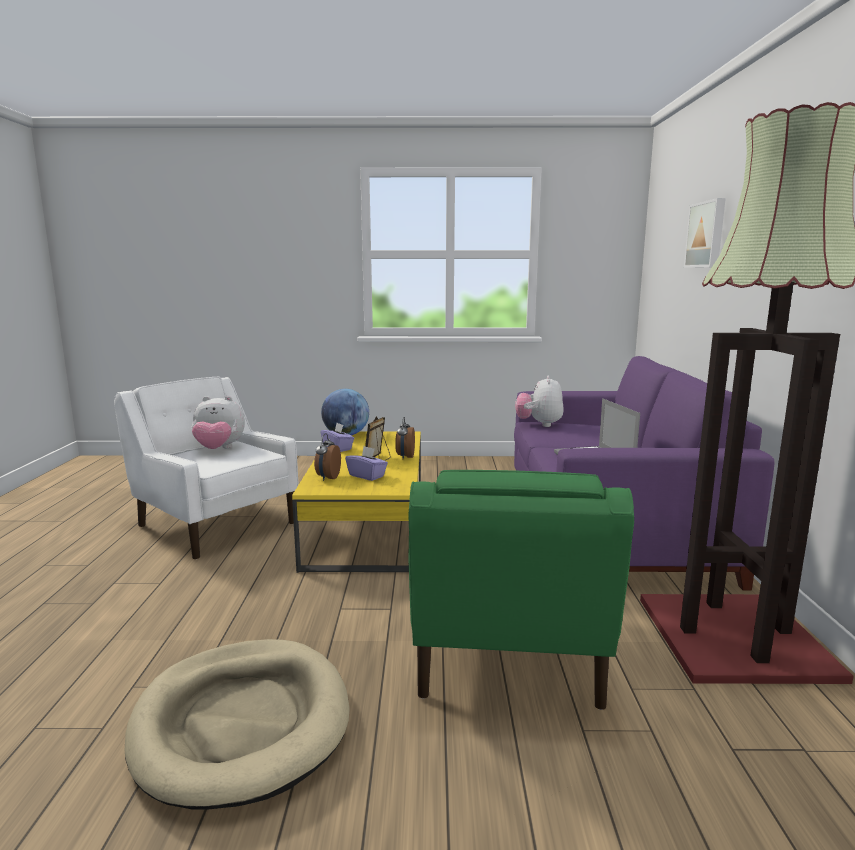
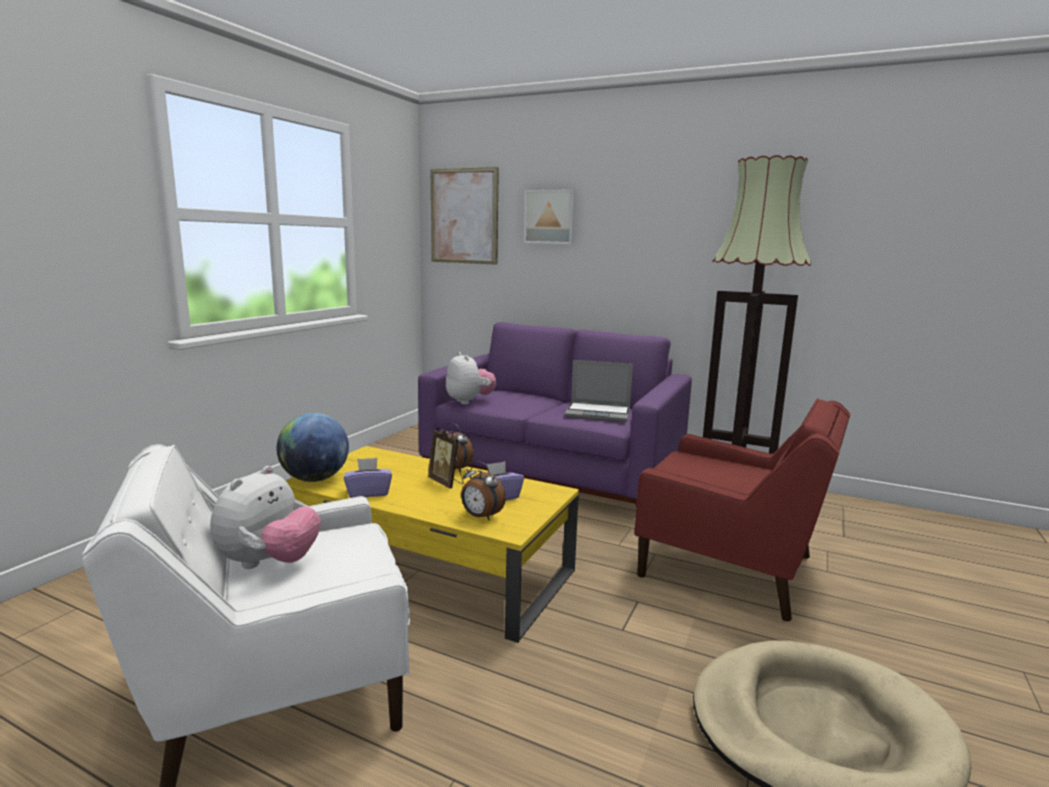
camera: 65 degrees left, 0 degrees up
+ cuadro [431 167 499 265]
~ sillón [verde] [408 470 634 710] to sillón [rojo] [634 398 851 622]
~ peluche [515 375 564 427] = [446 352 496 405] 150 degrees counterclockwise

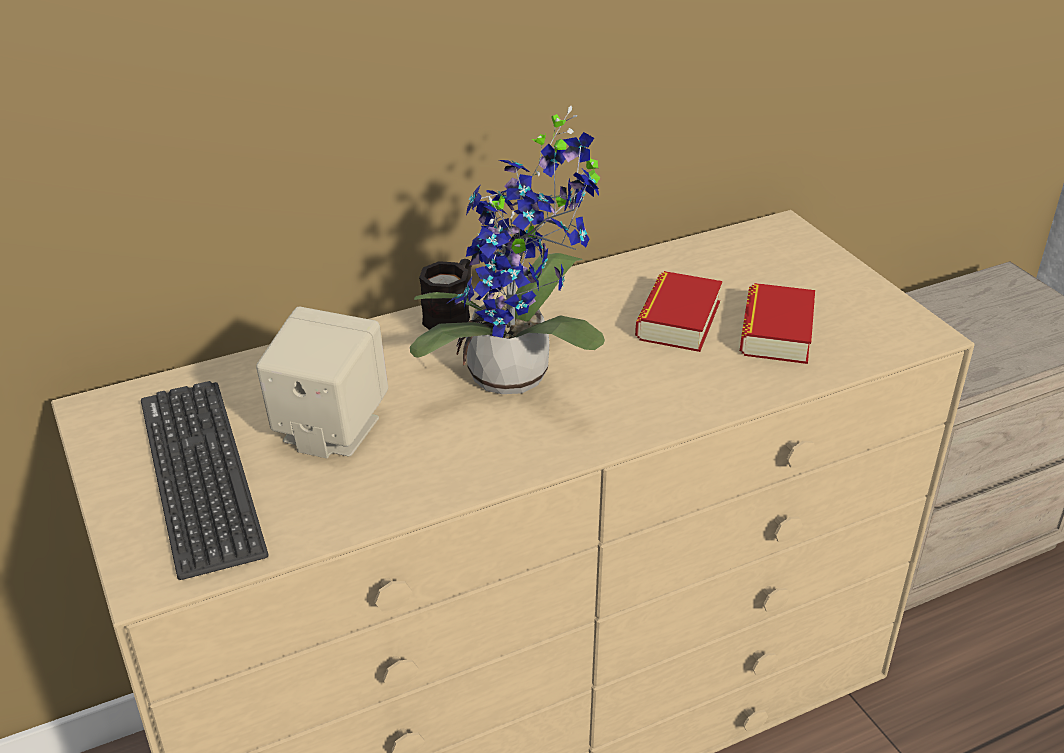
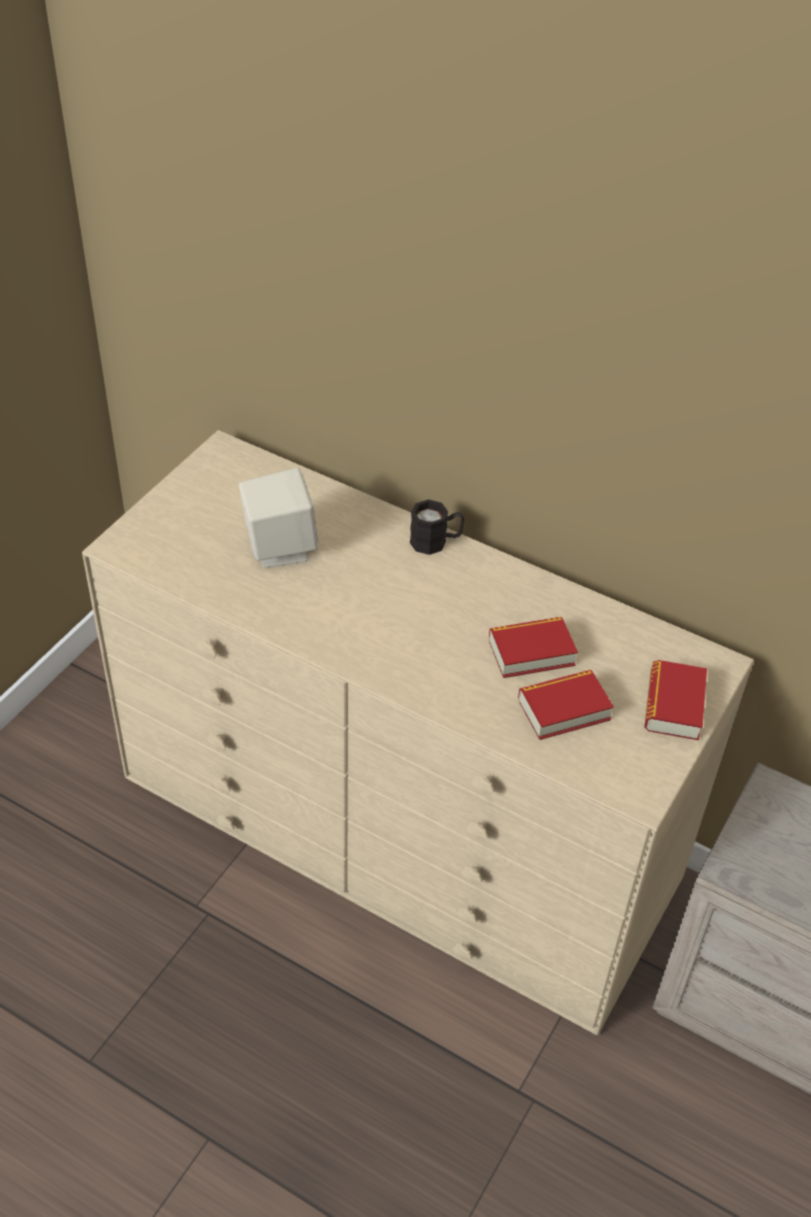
camera: 55 degrees right, 10 degrees up
- teclado [141 381 269 580]
- planta en maceta [410 106 605 394]
+ libro [644 660 707 740]

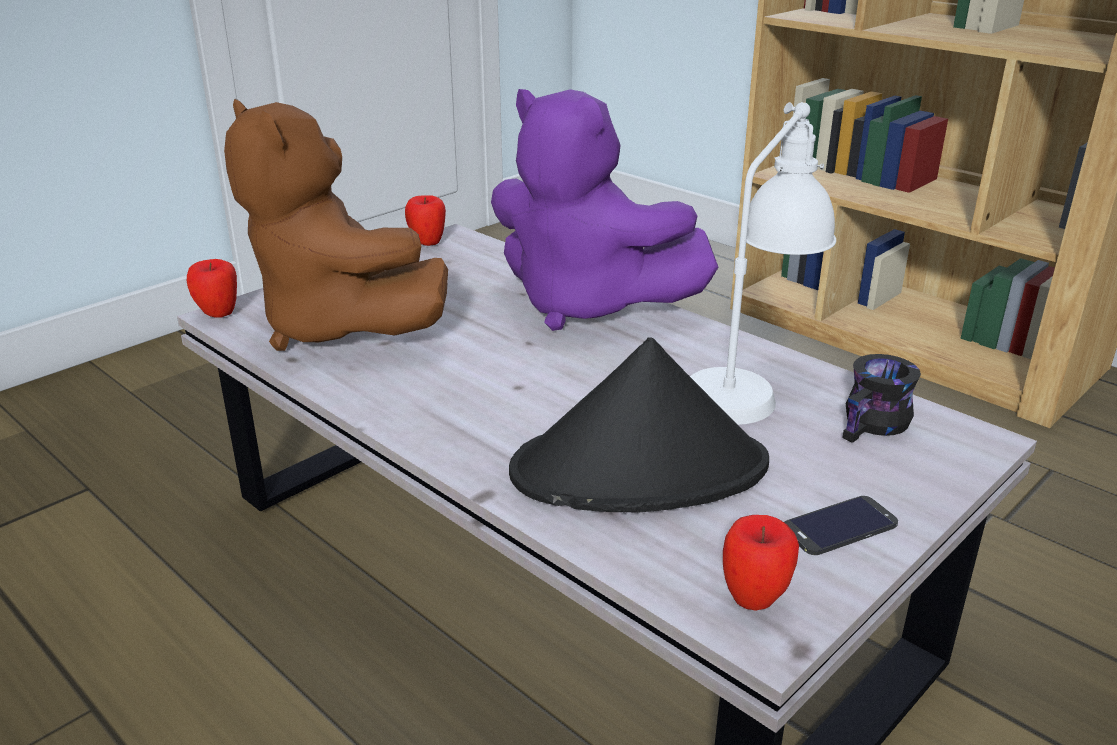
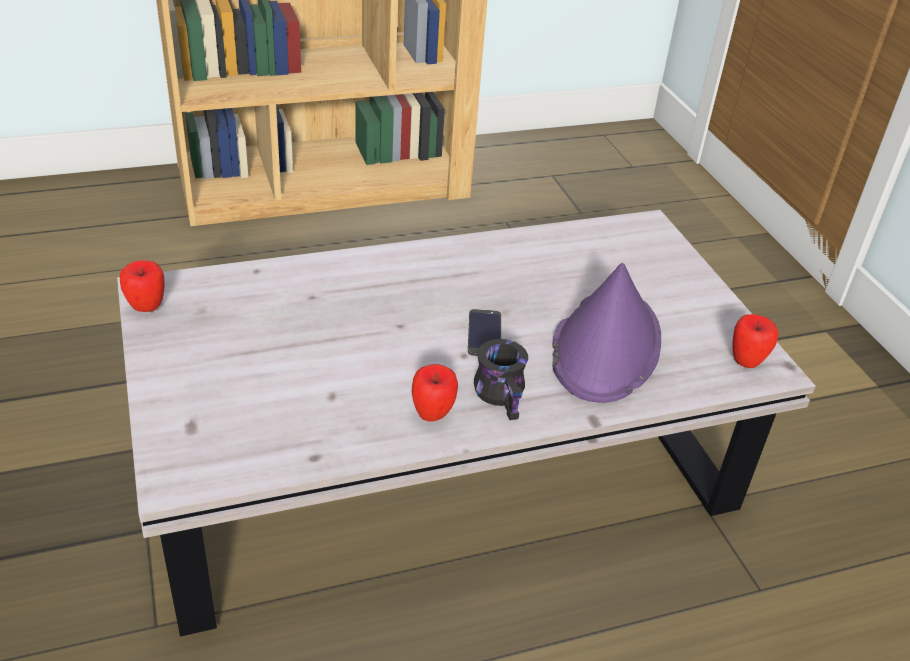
camera: 65 degrees left, 10 degrees up
- peluche [marrón] [224 99 448 351]
- peluche [morado] [491 89 718 331]
- lámpara de mesa [blanco] [690 102 836 425]
~ manzana [187 259 237 318] to [412 364 458 422]
~ móvil [784 496 898 555] to [468 309 501 356]
~ taza grande [negro] [842 354 921 443] to [474 339 528 420]
~ sombrero [negro] [509 337 769 513] to sombrero [morado] [552 263 661 403]

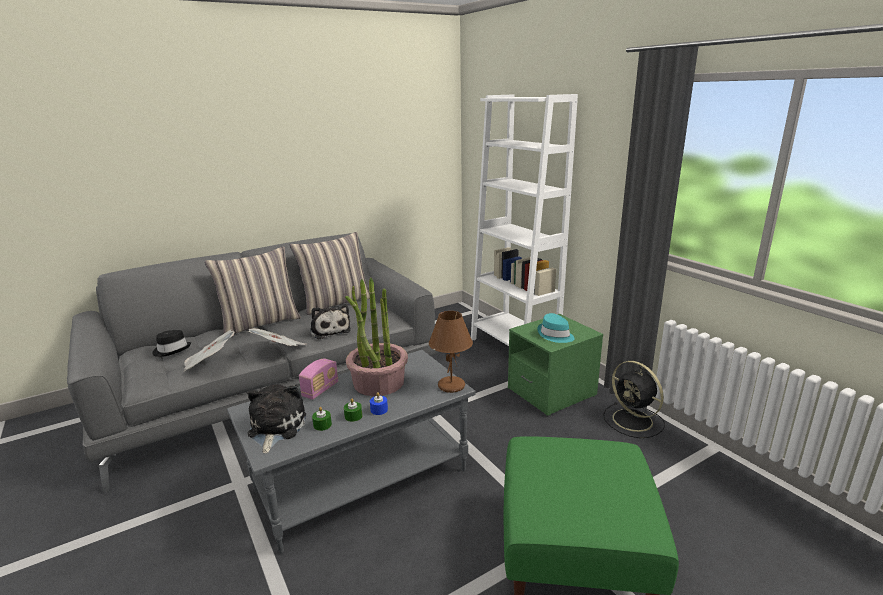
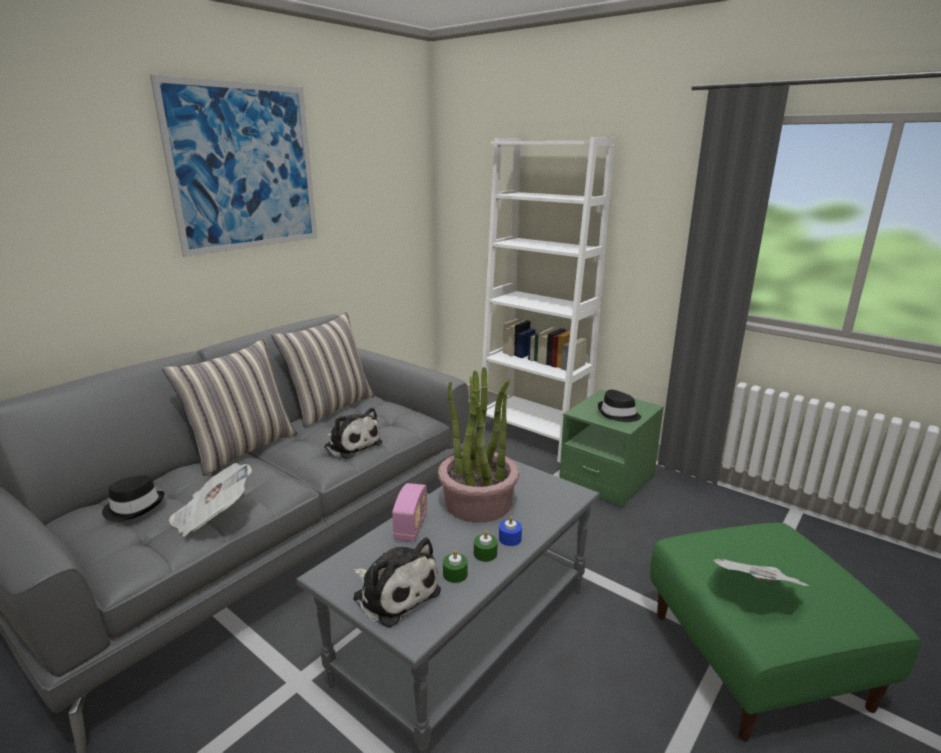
camera: 20 degrees left, 0 degrees up
- lámpara de mesa [marrón] [429 311 473 393]
- ventilador [negro] [603 361 665 438]
+ cuadro [150 74 317 257]
~ periódico [247 328 305 346] to [713 559 810 586]
~ sombrero [turquesa] [537 313 575 343] to sombrero [negro] [598 390 641 422]
~ peluche [247 384 306 454] = [353 537 441 628] 150 degrees clockwise

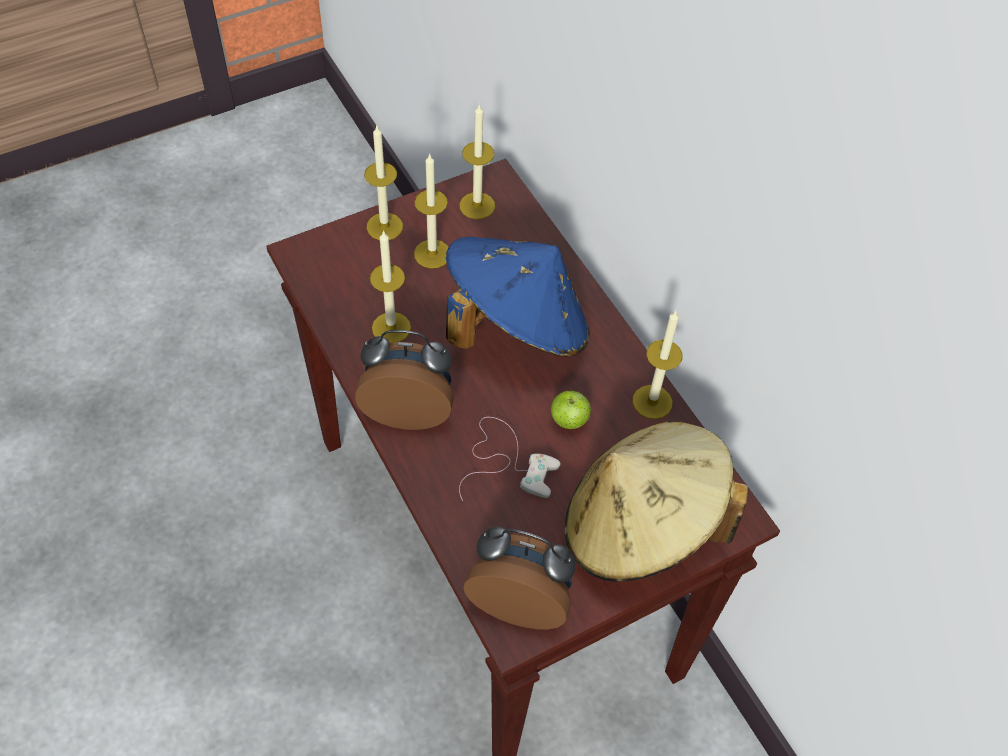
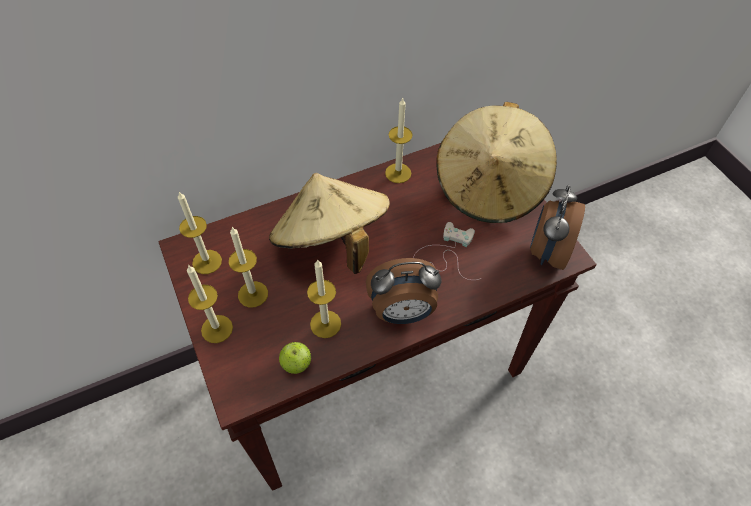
camera: 85 degrees left, 0 degrees up
~ manzana [551 391 591 429] to [279 342 311 374]
~ sombrero [azul] [446 237 590 357] to sombrero [beis] [269 173 390 274]
~ despertador [355 330 453 430] = [366 258 441 324] 105 degrees counterclockwise

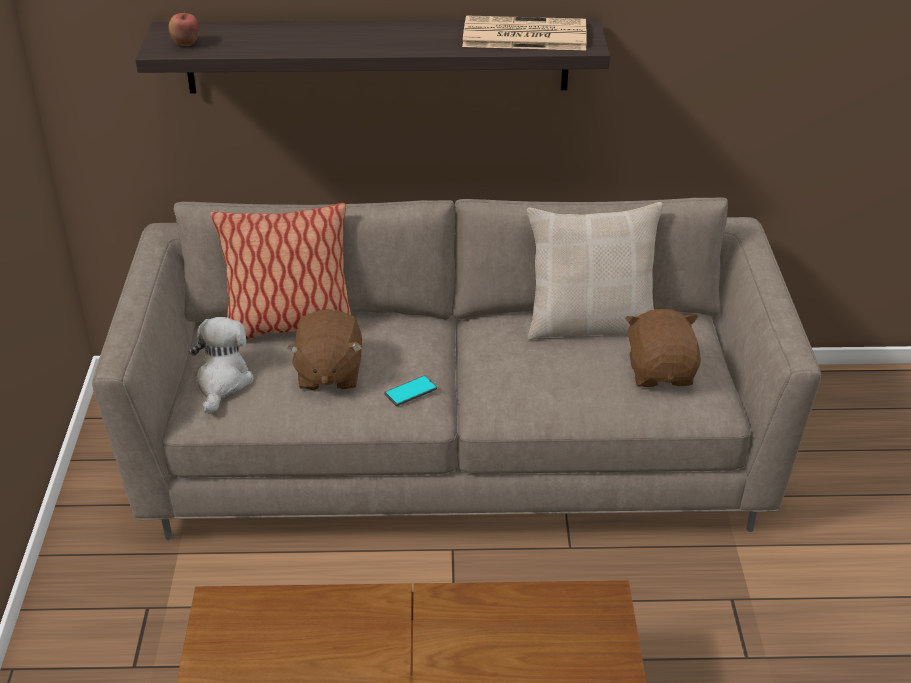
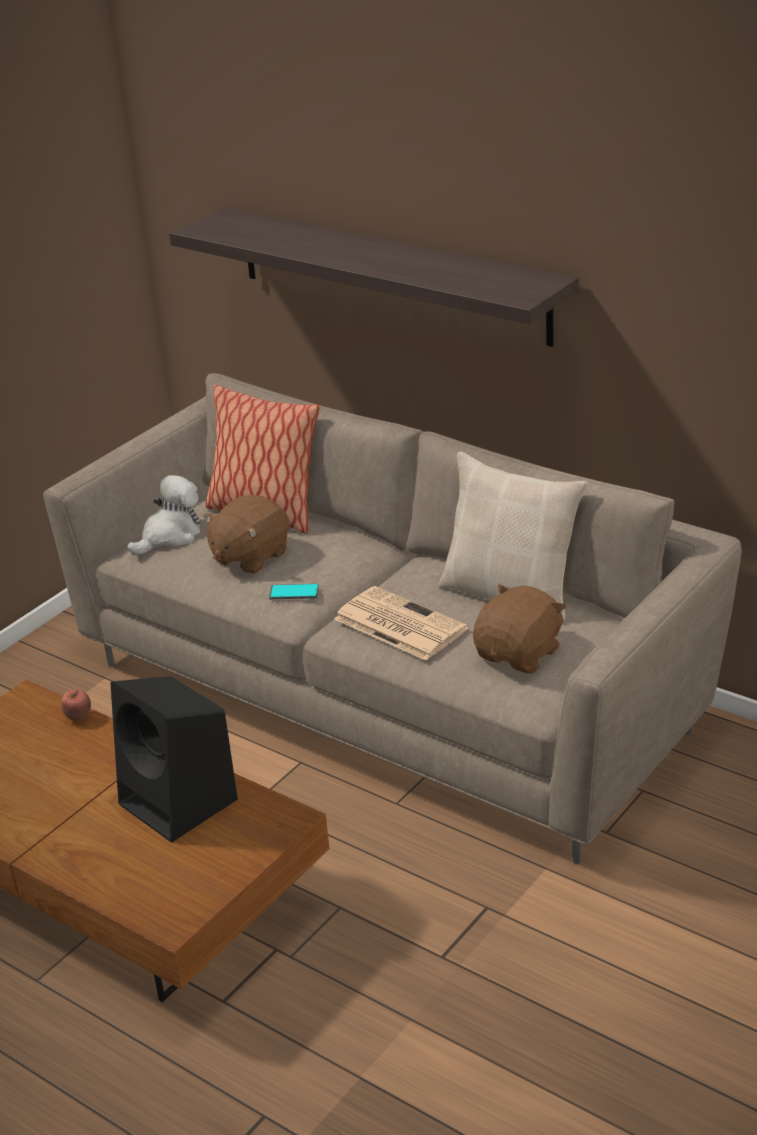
camera: 40 degrees right, 5 degrees down
+ altavoz [negro] [110 676 238 842]
~ manzana [168 11 199 46] to [61 689 91 721]
~ periódico [462 15 587 51] to [334 586 468 661]

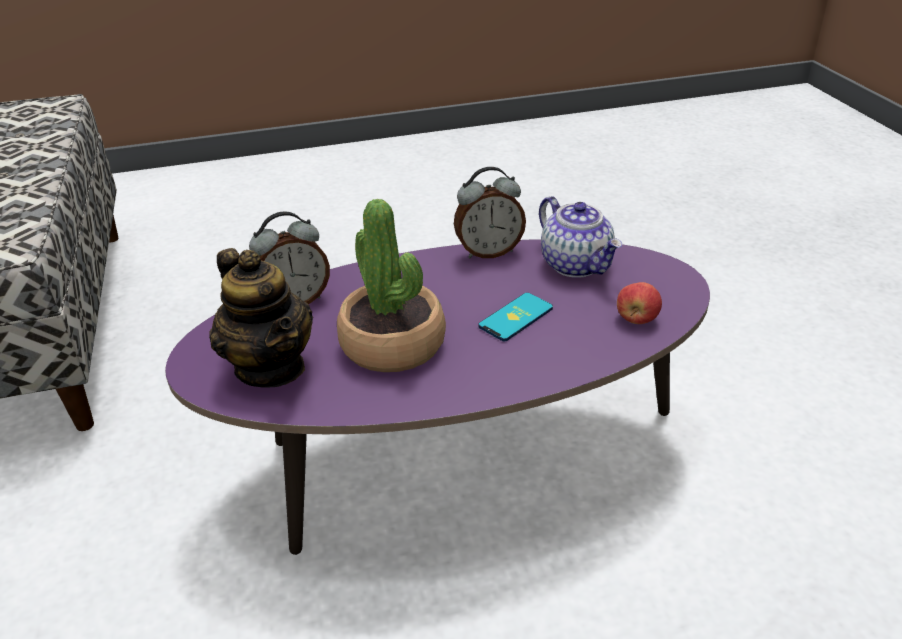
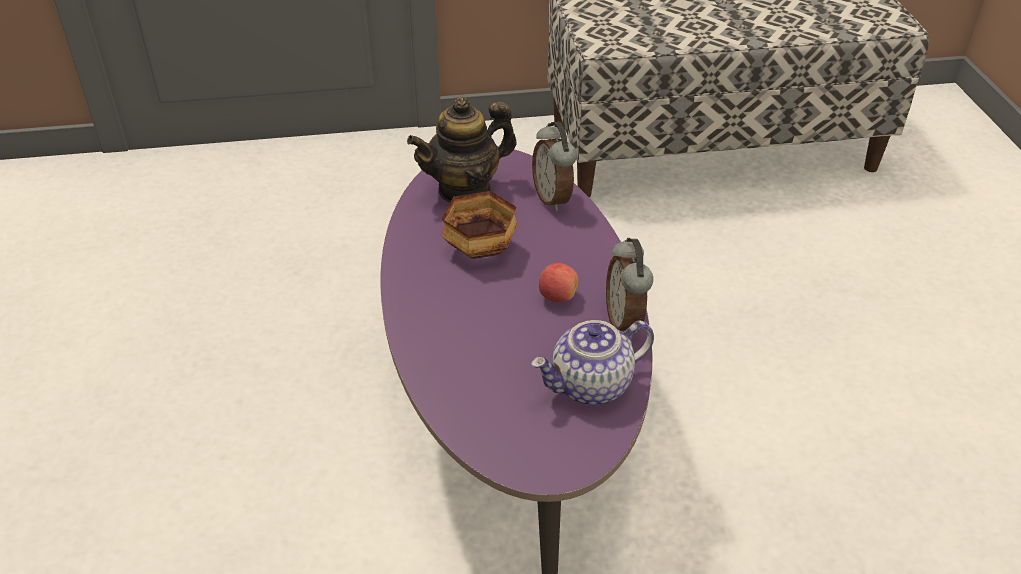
camera: 95 degrees right, 5 degrees up
- móvil [478 293 553 342]
~ manzana [617 282 662 324] to [539 263 579 302]
~ planta en maceta [337 199 446 372] to cuenco [442 191 518 259]

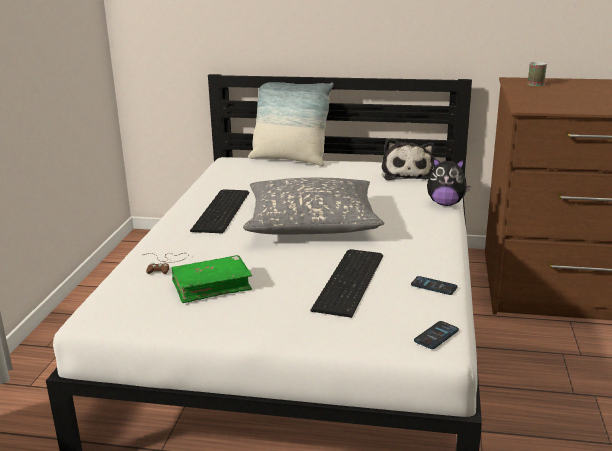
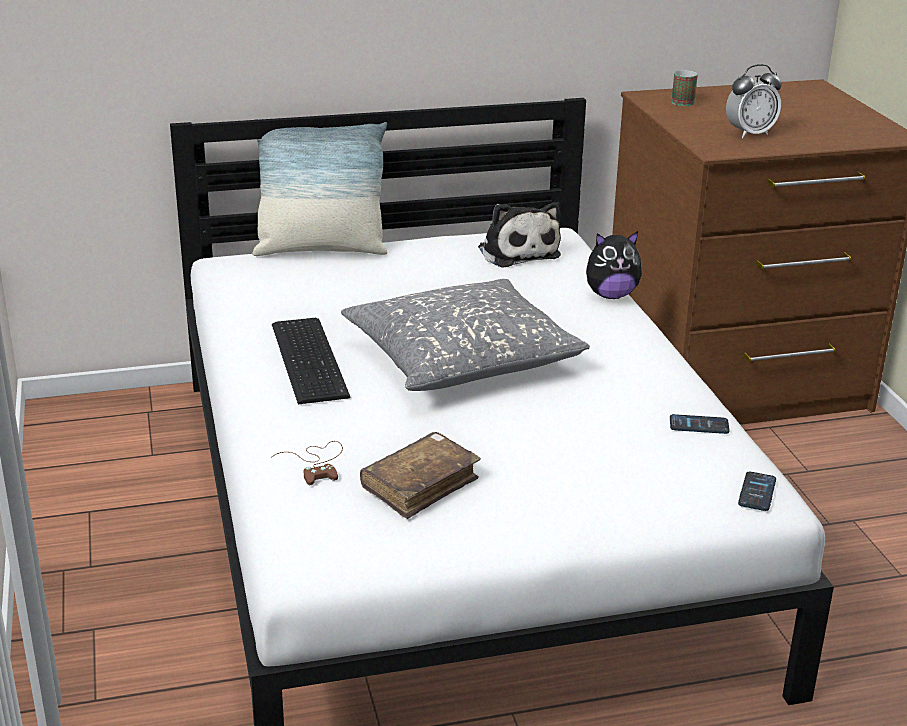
camera: 25 degrees left, 5 degrees up
- teclado [310 249 383 318]
+ despertador [726 64 782 138]
~ libro [verde] [171 255 252 303] to libro [marrón] [360 432 481 519]

